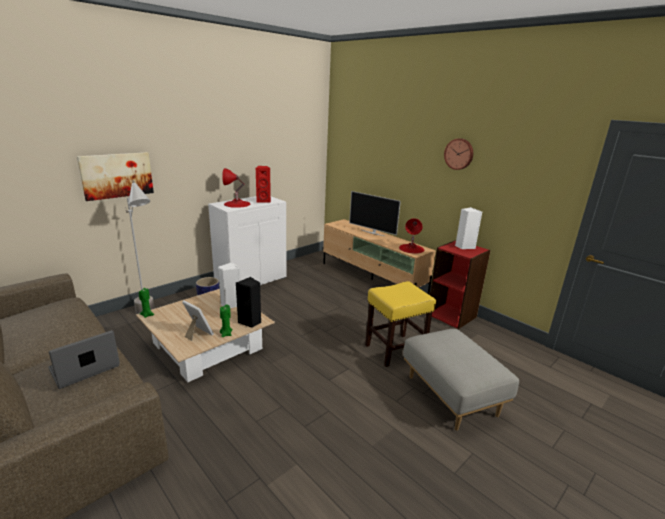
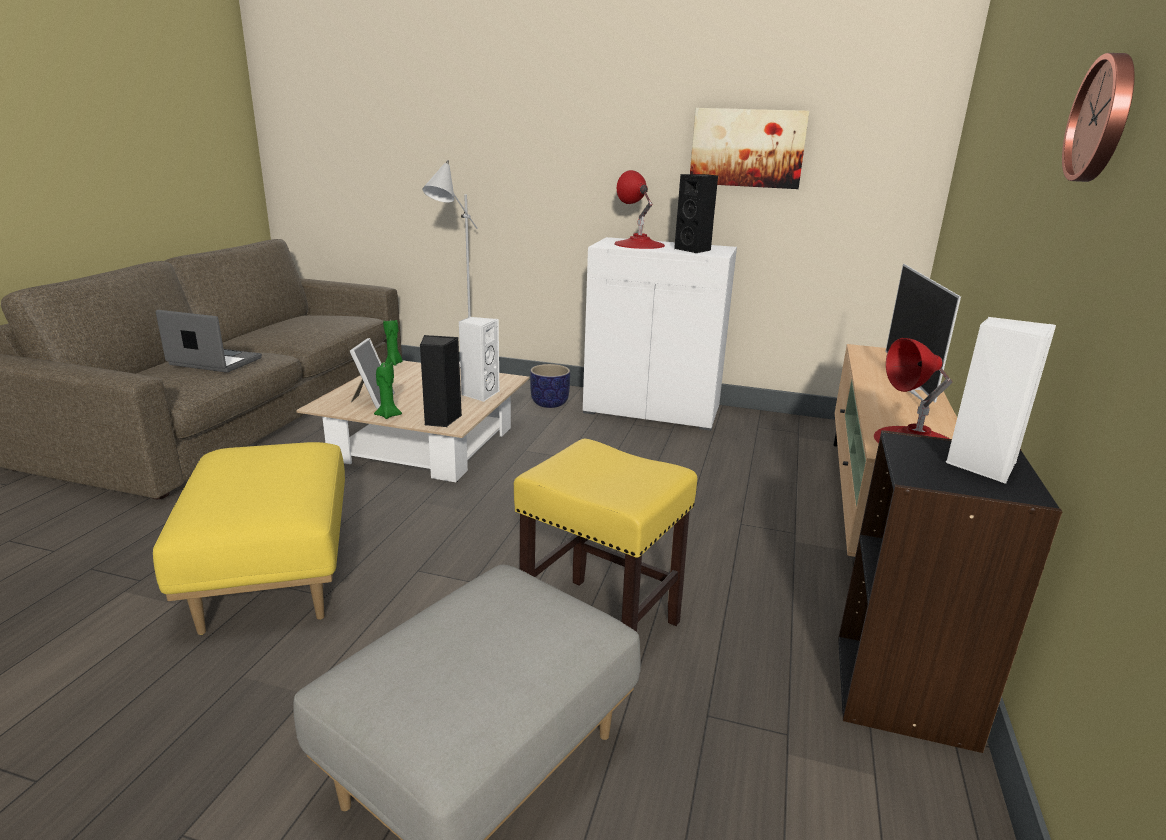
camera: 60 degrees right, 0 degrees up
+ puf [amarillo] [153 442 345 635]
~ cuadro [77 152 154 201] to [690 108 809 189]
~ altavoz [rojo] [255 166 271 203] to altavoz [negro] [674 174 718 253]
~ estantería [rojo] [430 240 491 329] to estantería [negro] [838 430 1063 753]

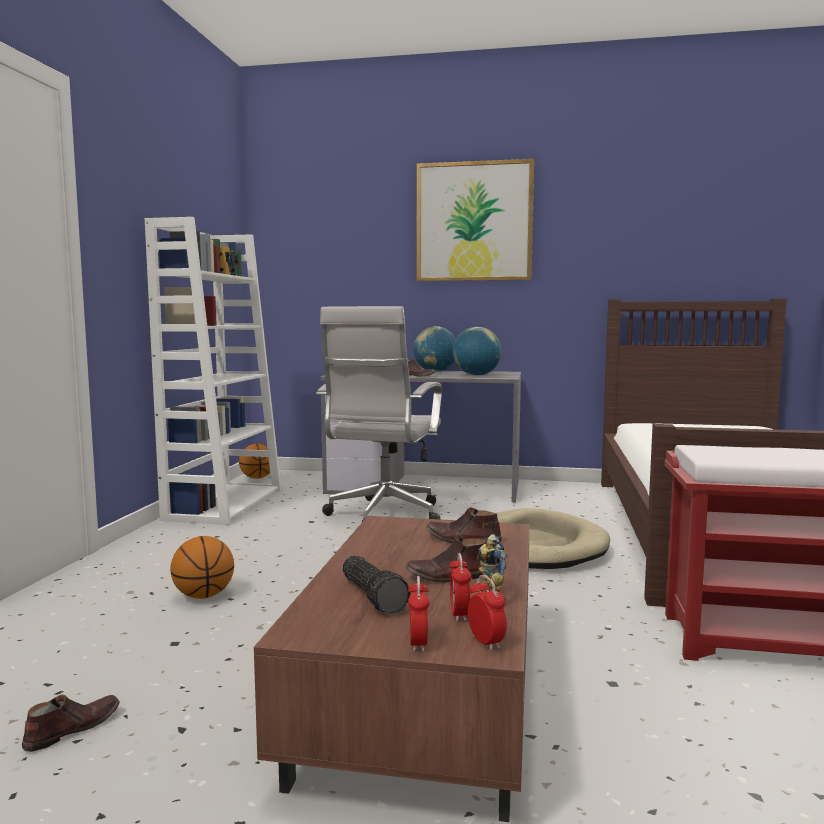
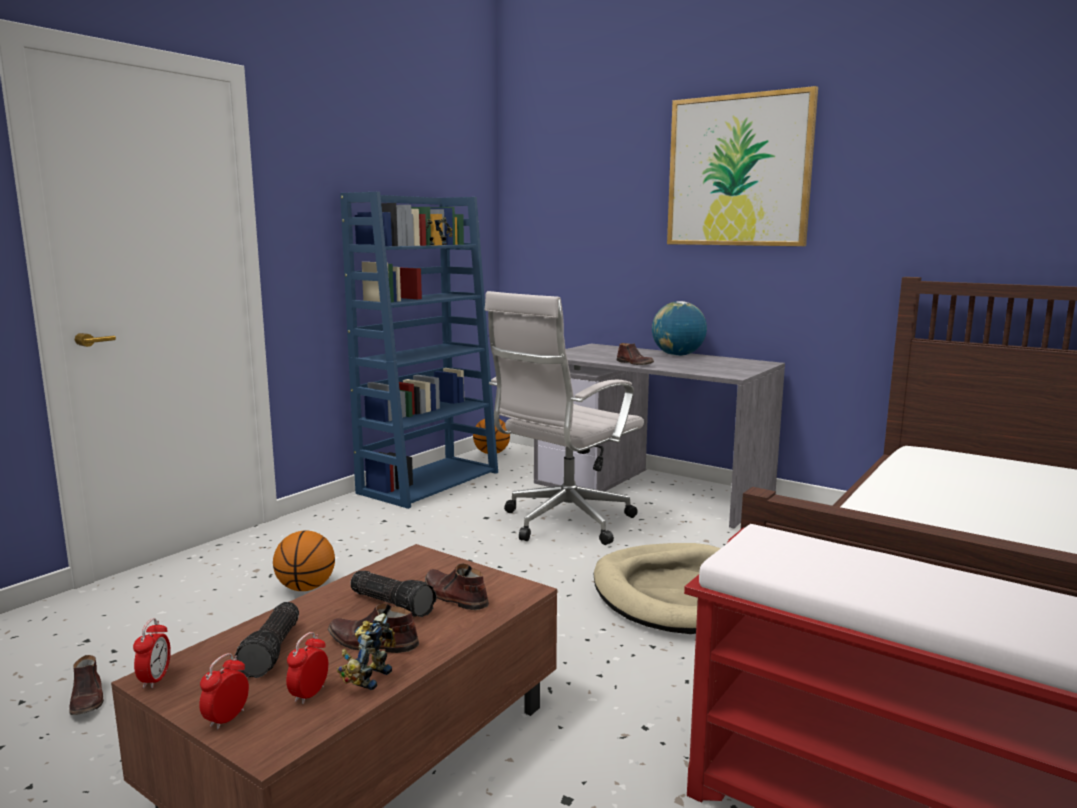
camera: 25 degrees right, 5 degrees up
- globo terráqueo [453 327 502 376]
+ linterna [350 571 436 617]
~ despertador [468 575 507 651] to [133 618 171 689]
~ estantería [blanco] [145 217 281 525] to estantería [azul] [340 192 498 509]
~ zapato [marrón] [22 695 120 752] = [69 655 104 715] 90 degrees clockwise

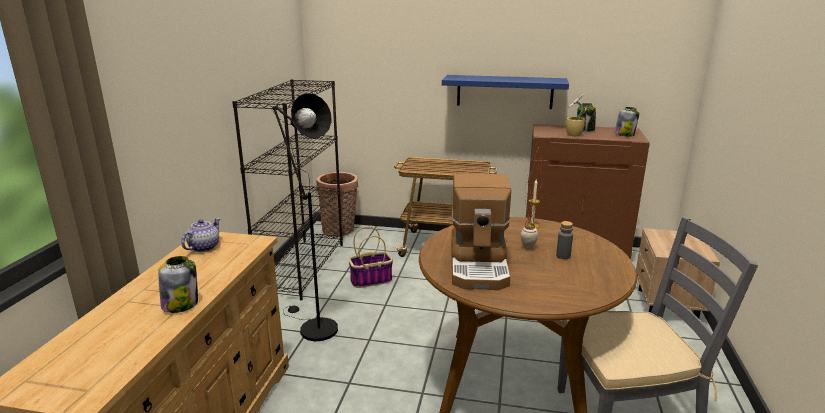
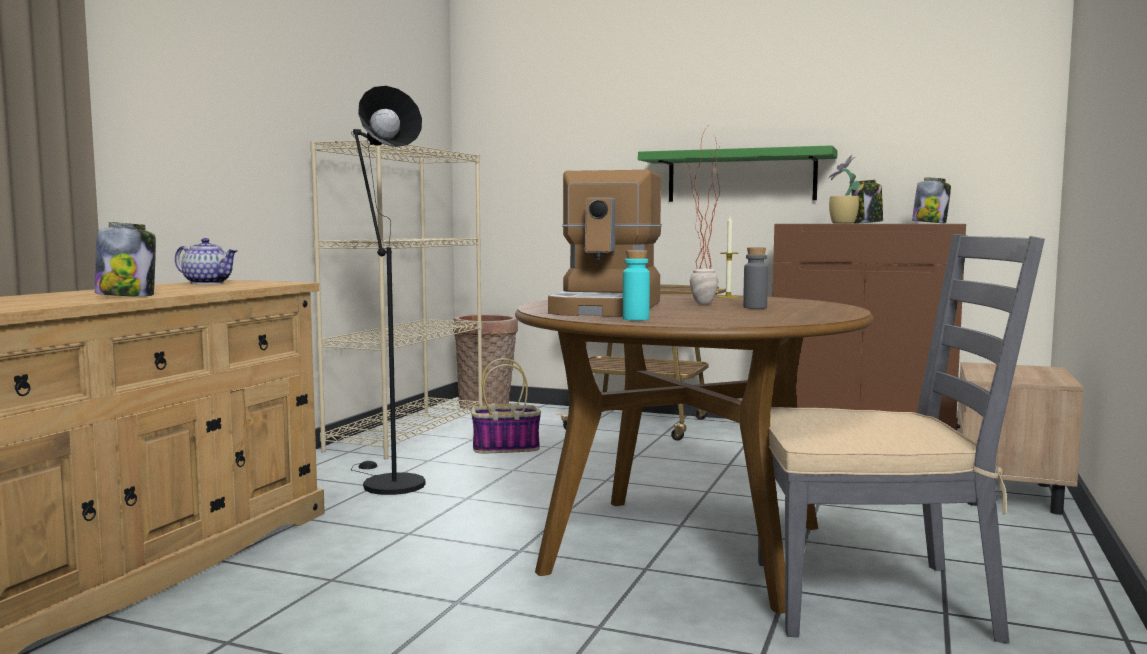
camera: 10 degrees right, 15 degrees down
+ botella [turquesa] [623 250 650 321]
~ estantería [negro] [232 79 343 300] to estantería [beis] [310 140 483 460]
~ estante [azul] [442 75 569 109] to estante [verde] [638 145 838 202]
~ tetera [181 218 221 252] = [175 238 238 284] 75 degrees clockwise

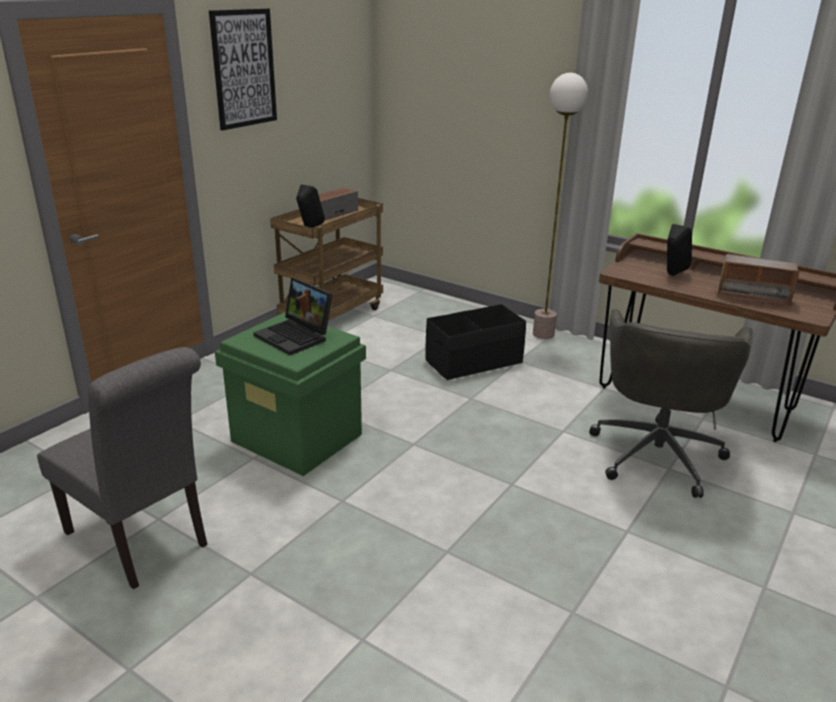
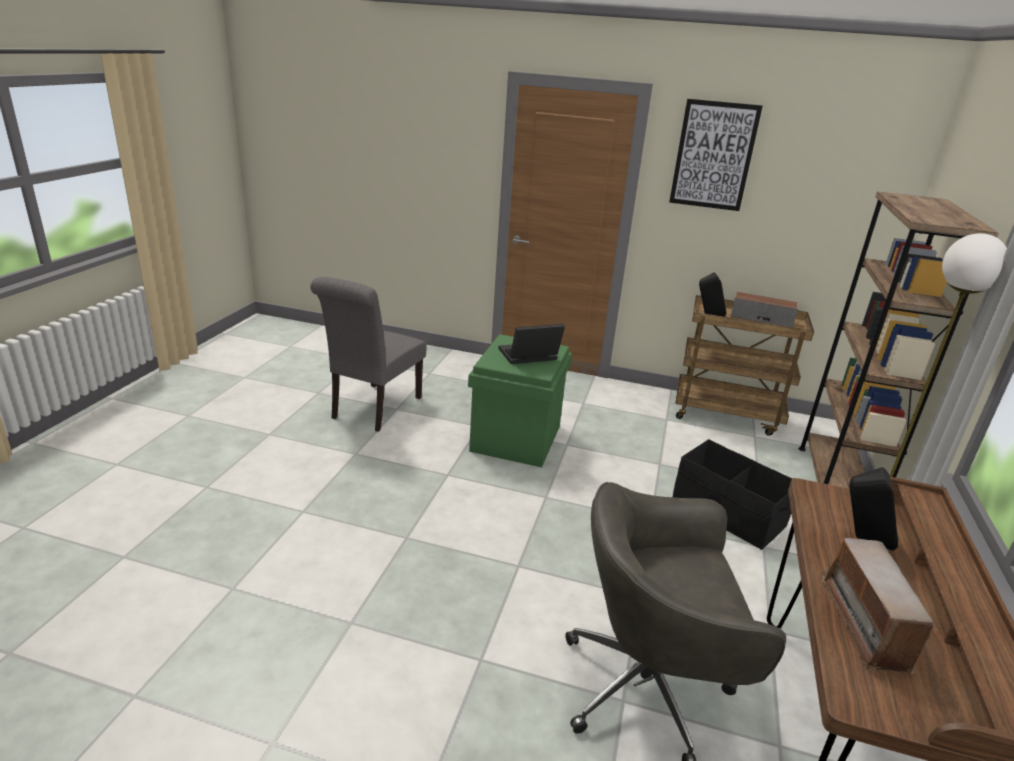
camera: 70 degrees right, 0 degrees up
+ estantería [marrón] [799 191 998 489]
~ portátil [253 278 333 355] = [498 324 565 364] 45 degrees clockwise

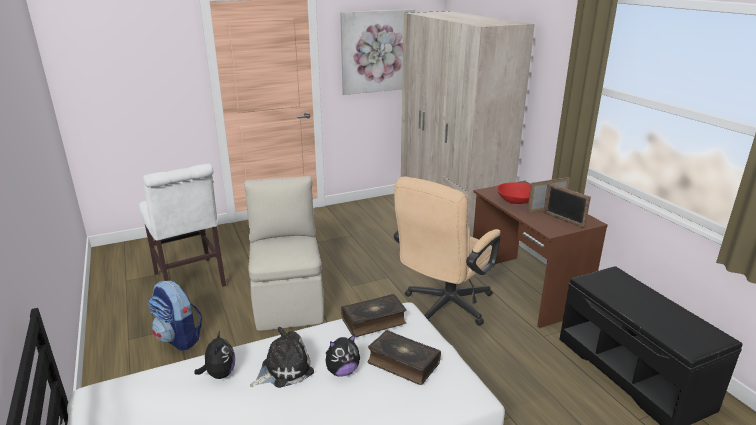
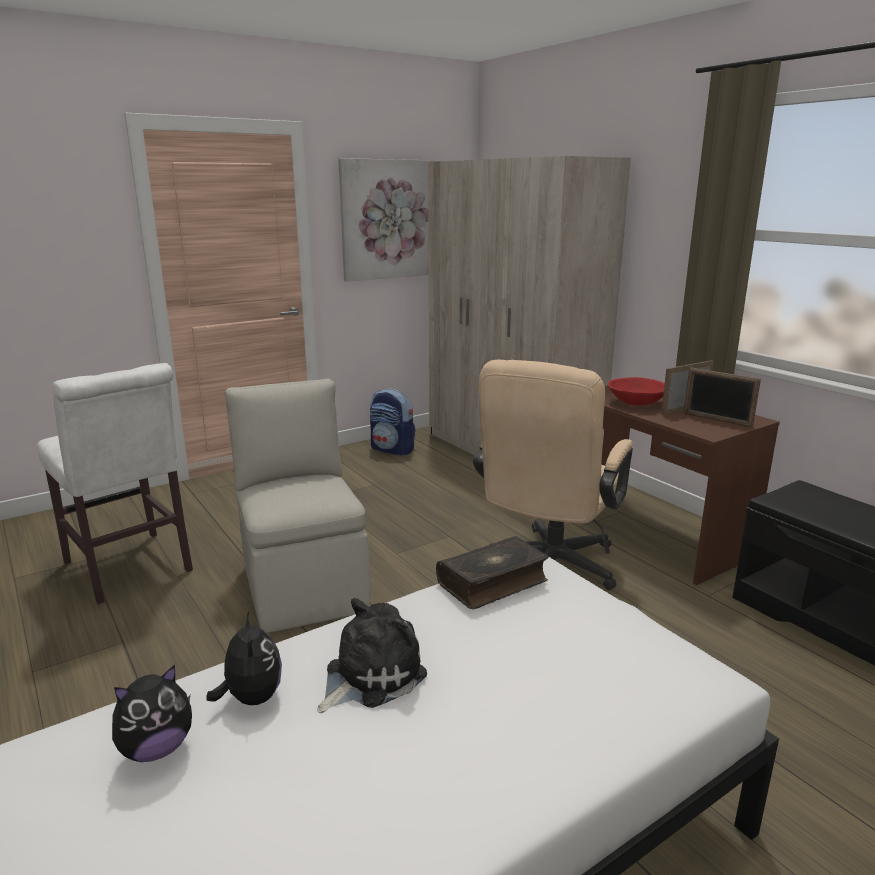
camera: 10 degrees left, 5 degrees down
- libro [368 330 441 385]
~ mochila [148 281 202 351] to [370 389 416 456]
~ peluche [325 334 360 377] to [112 665 192 762]

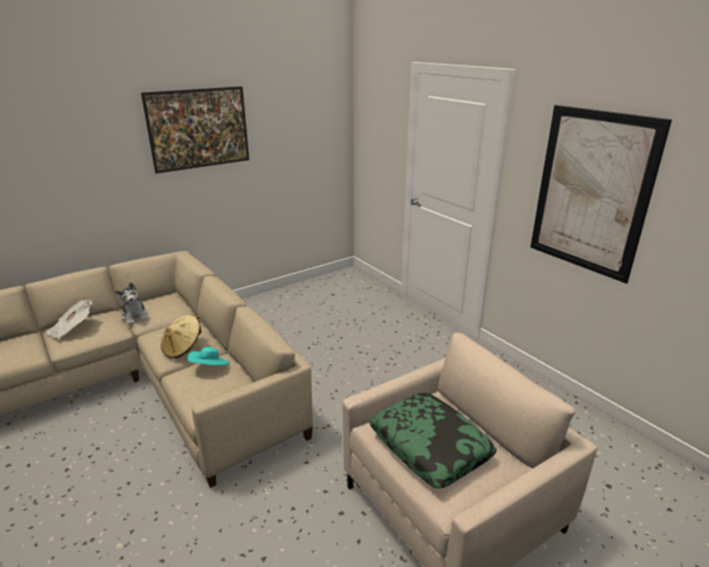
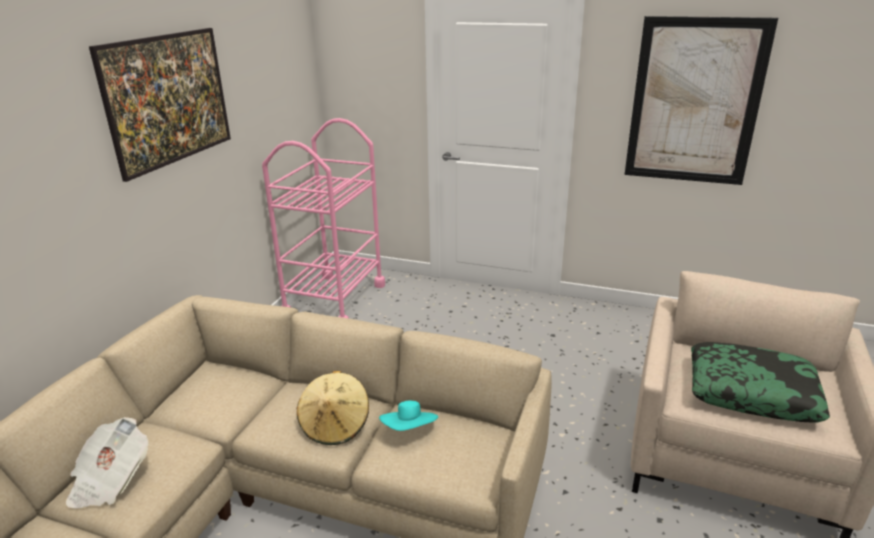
camera: 35 degrees left, 0 degrees up
- peluche [115 282 148 325]
+ carrito [rosa] [262 118 385 318]

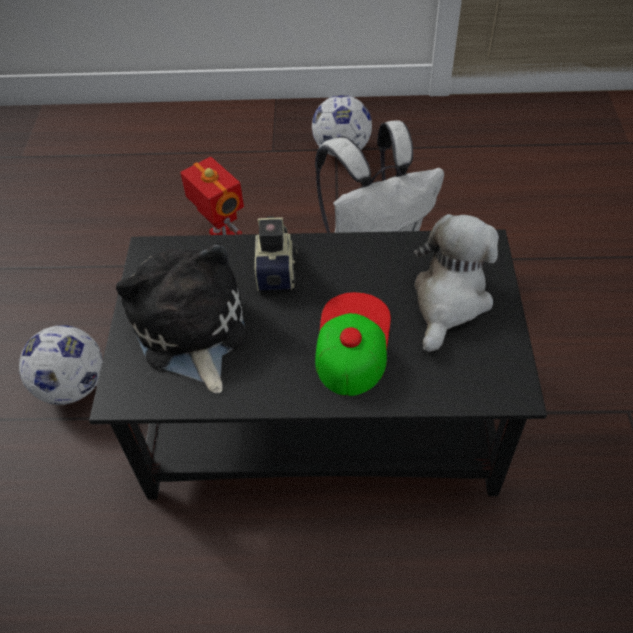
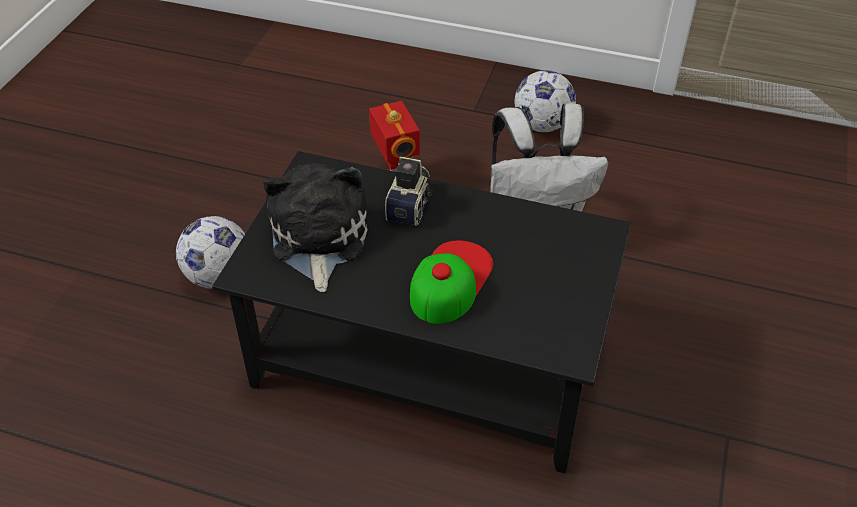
camera: 15 degrees right, 5 degrees down
- peluche [414 214 499 352]

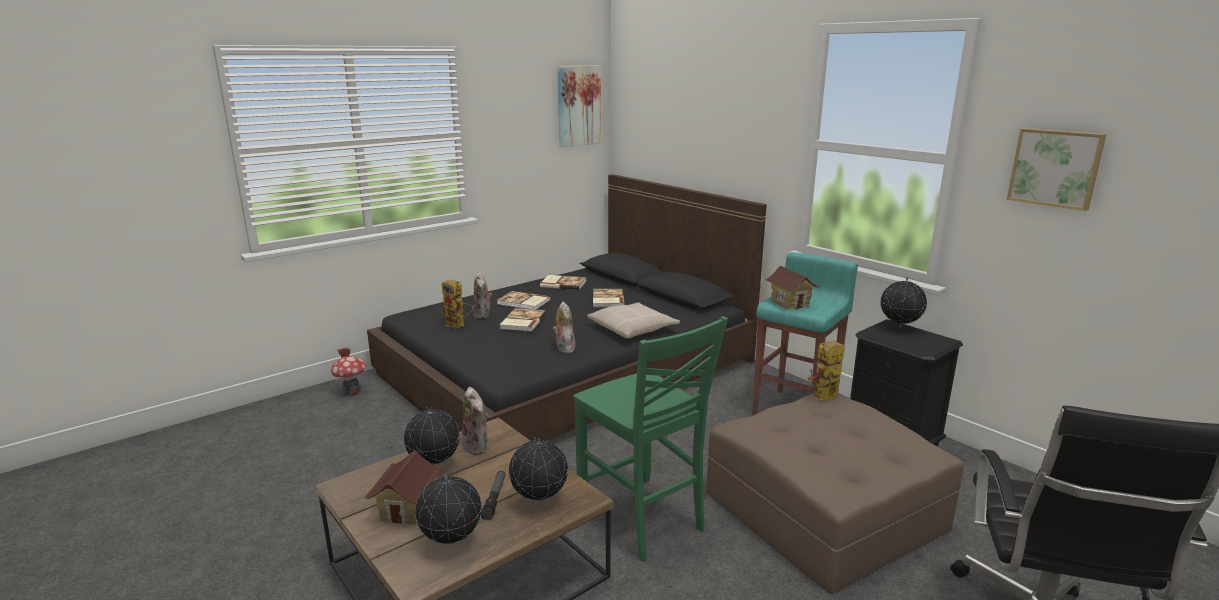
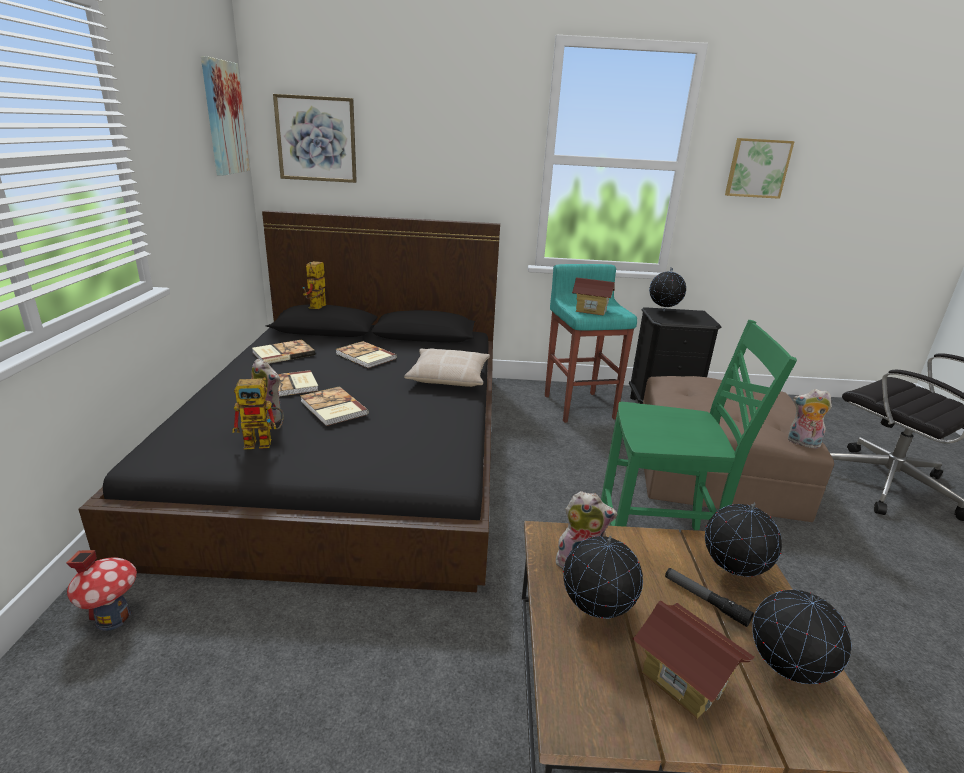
camera: 50 degrees left, 5 degrees up
+ cuadro [273 94 357 183]
~ peluche [553 302 575 353] to [788 389 832 449]
~ robot de juguete [808 340 845 401] to [302 261 326 309]

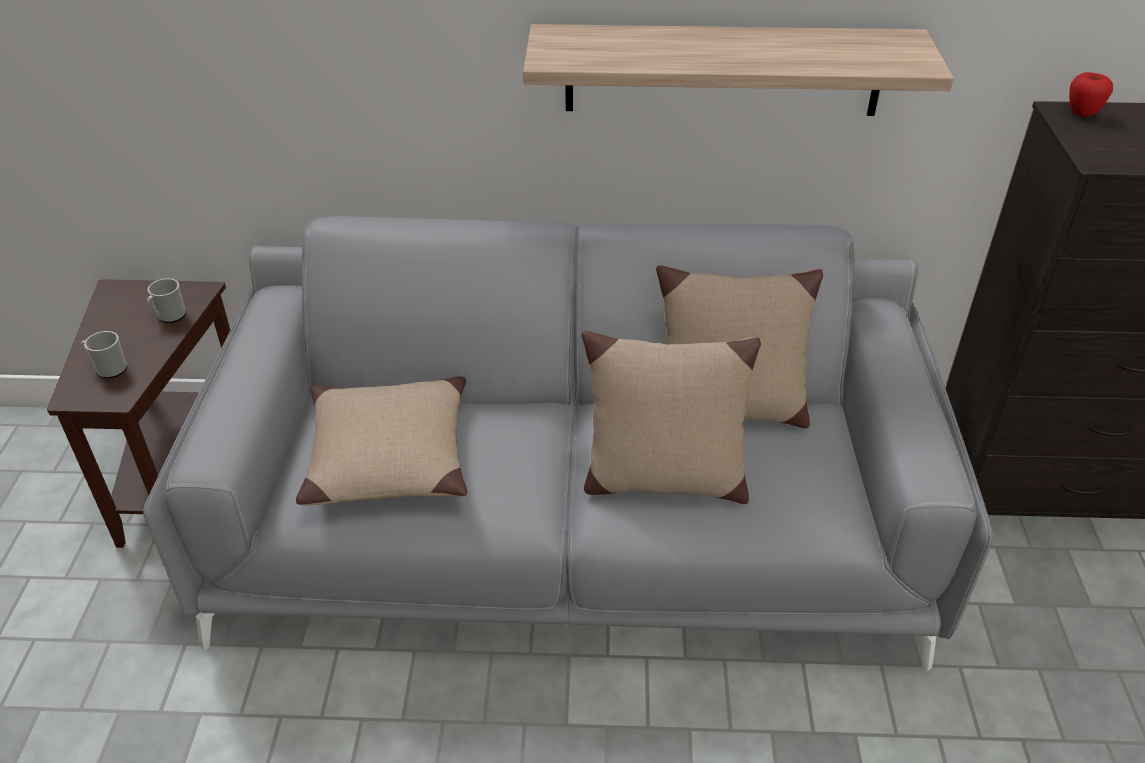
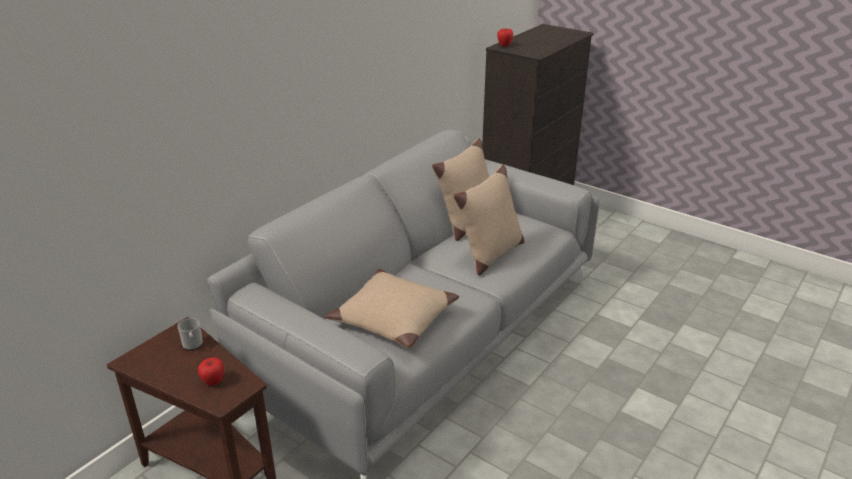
camera: 55 degrees left, 10 degrees down
- estante [523 24 954 116]
~ taza grande [80 331 127 378] to manzana [198 357 224 385]

